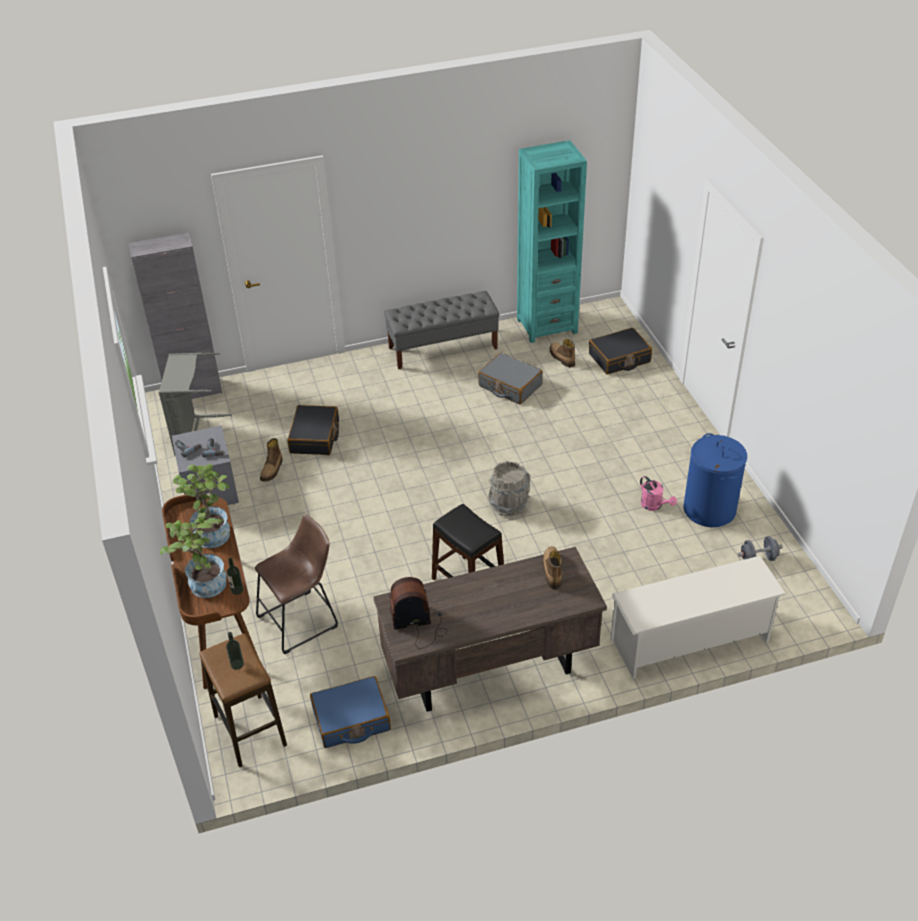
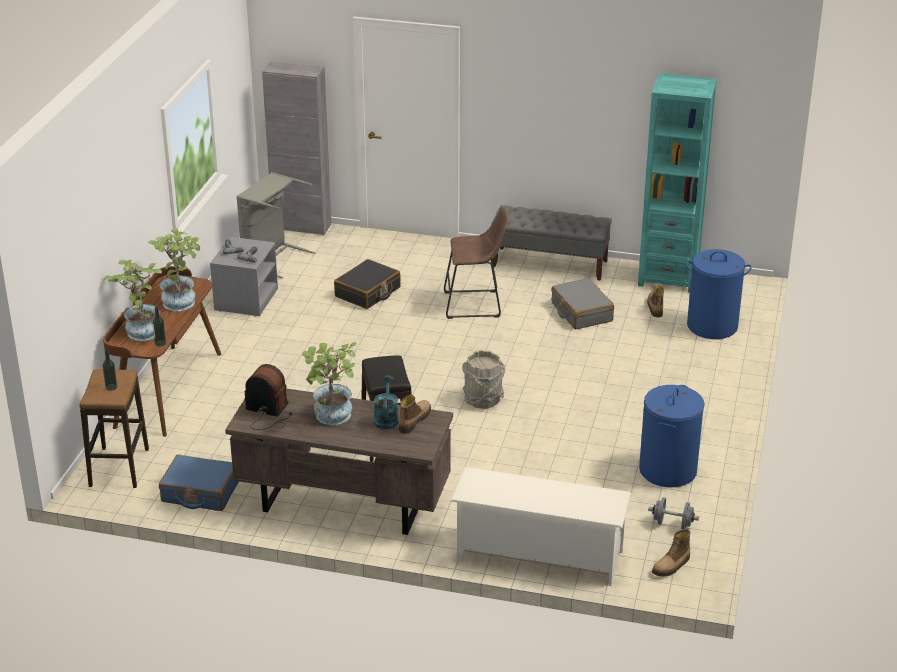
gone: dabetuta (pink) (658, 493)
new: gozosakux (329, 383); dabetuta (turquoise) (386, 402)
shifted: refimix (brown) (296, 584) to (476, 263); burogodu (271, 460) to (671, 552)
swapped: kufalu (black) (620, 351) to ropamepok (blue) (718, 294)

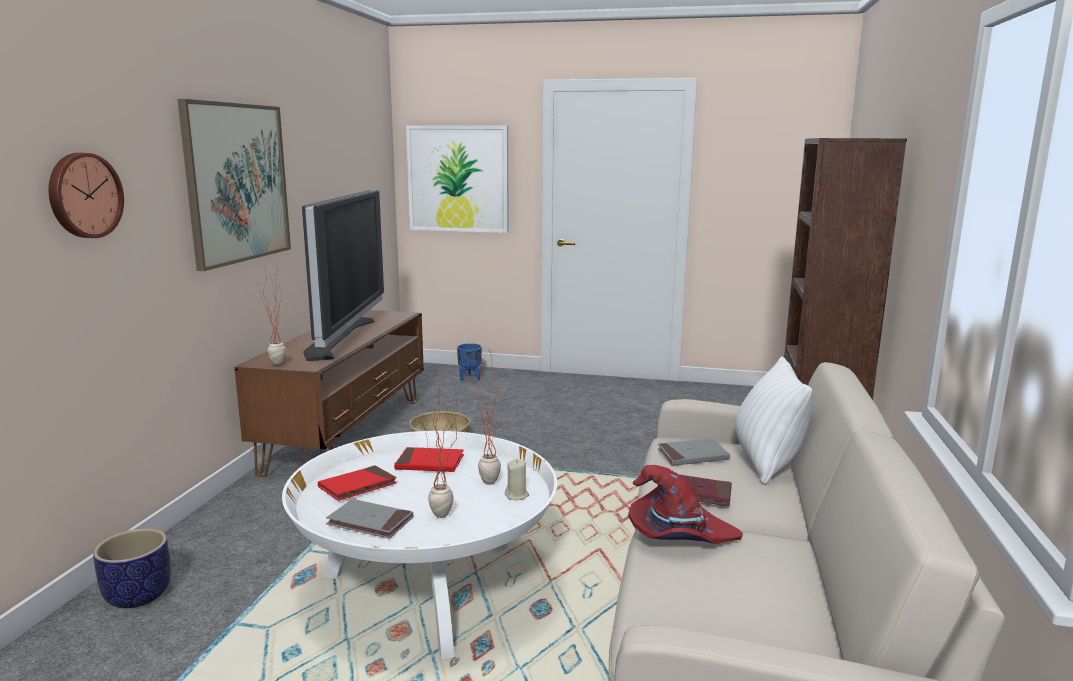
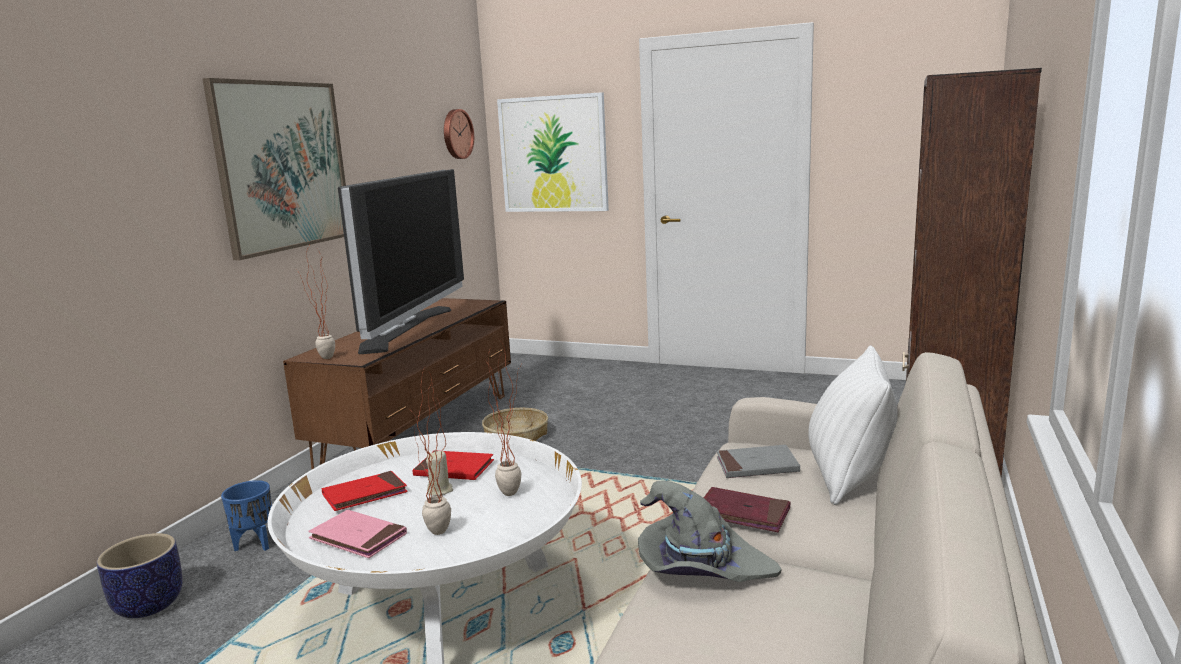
shifted: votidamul (86, 195) to (459, 134); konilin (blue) (469, 362) to (246, 515); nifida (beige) (517, 479) to (439, 473)
repainted: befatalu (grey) (369, 519) to befatalu (pink) (357, 534); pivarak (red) (685, 504) to pivarak (grey) (710, 531)

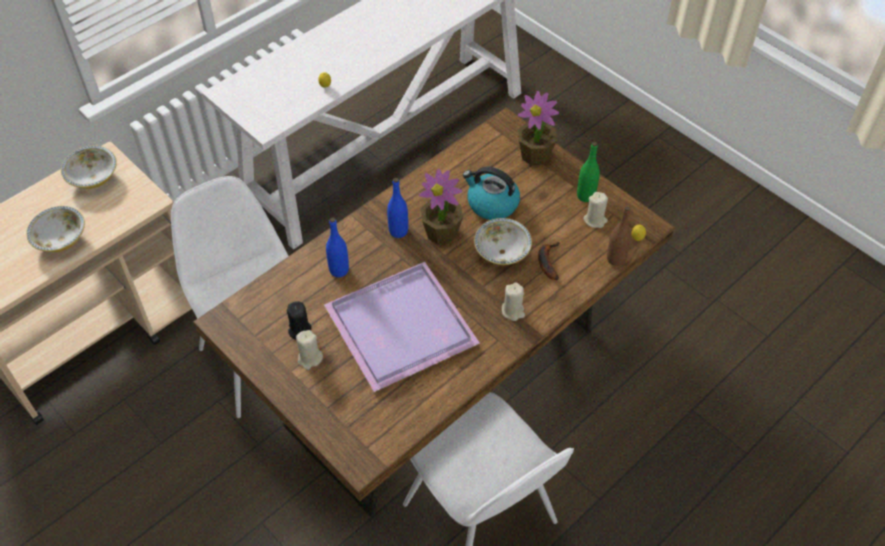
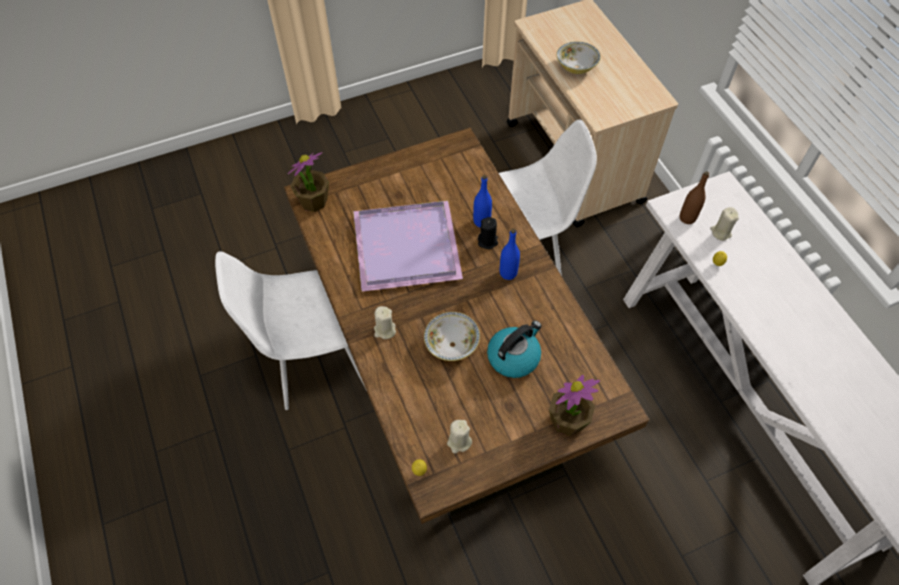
gone: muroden (89, 167); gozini (549, 261); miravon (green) (588, 172)
shifted: nifida (black) (299, 320) to (488, 233); nifida (beige) (309, 350) to (724, 224); gozosakux (441, 207) to (308, 182); miravon (brown) (619, 236) to (694, 197)

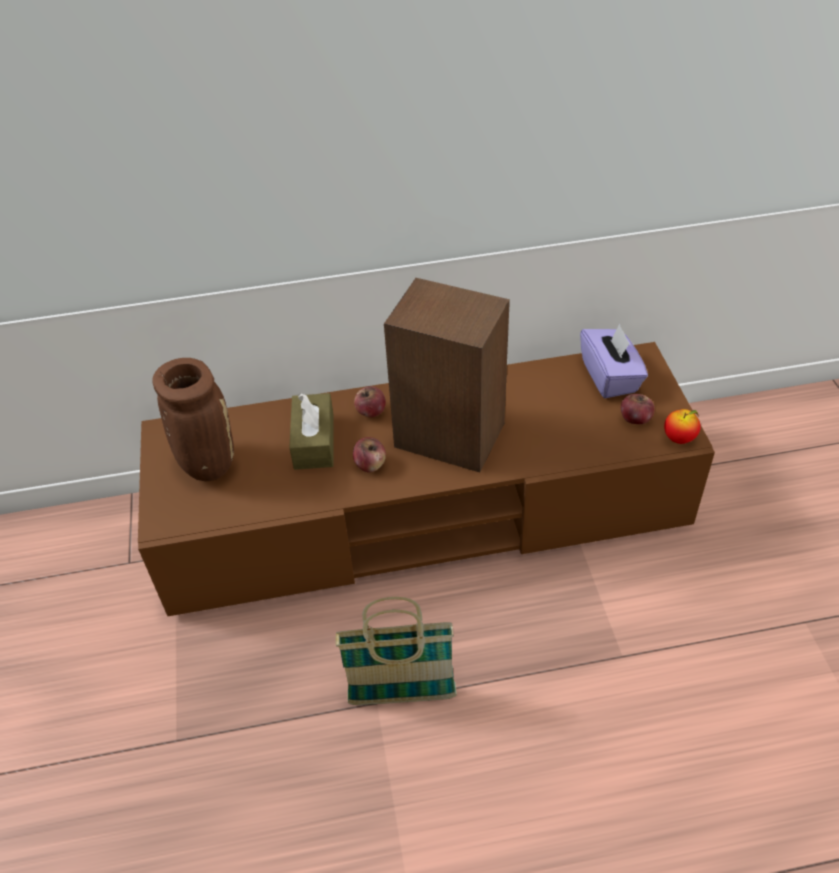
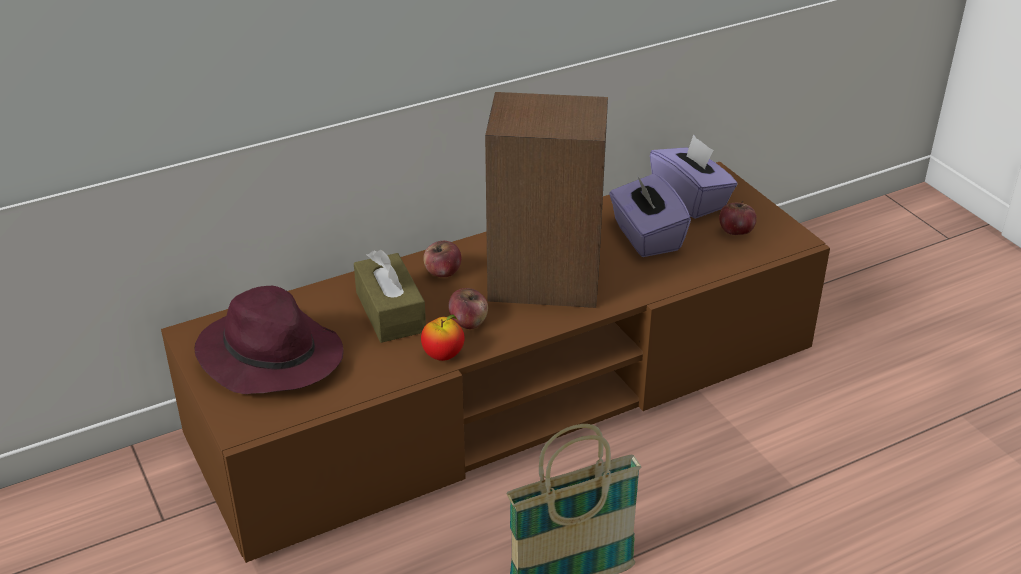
new: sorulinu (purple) (650, 215)
shifted: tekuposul (682, 426) to (443, 337)
swapped: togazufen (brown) (193, 419) to pivarak (purple) (269, 340)

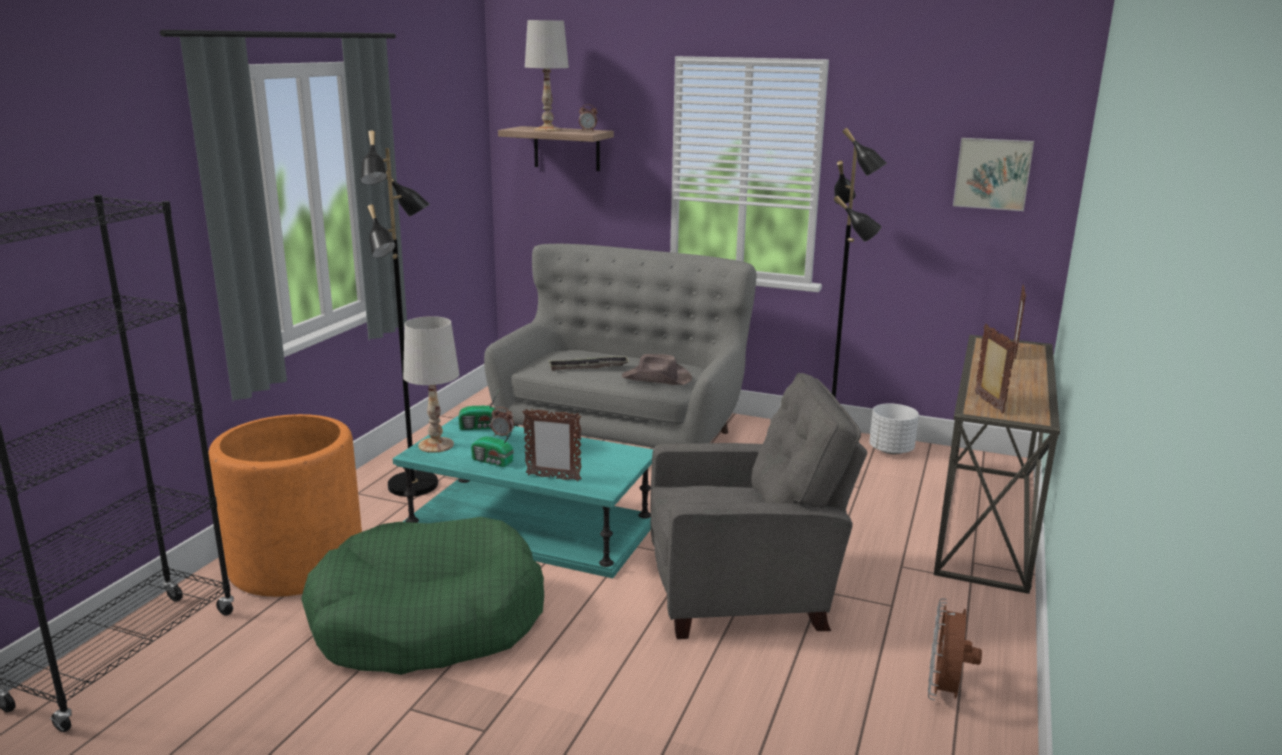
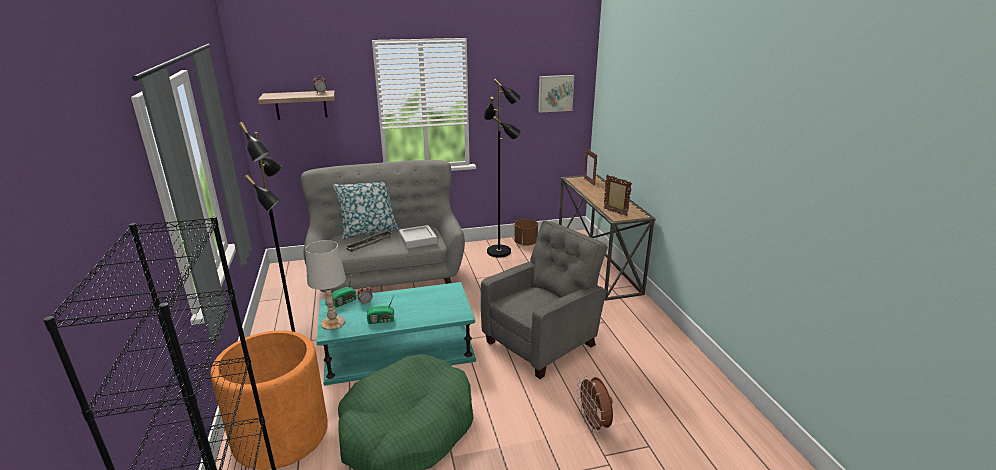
gone: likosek (552, 445); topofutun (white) (547, 76)
new: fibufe (366, 210)
shifted: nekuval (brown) (955, 649) to (595, 404)
swapped: pivarak (brown) (657, 369) to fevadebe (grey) (418, 237)
repainted: konilin (white) (894, 429) to konilin (brown) (526, 232)

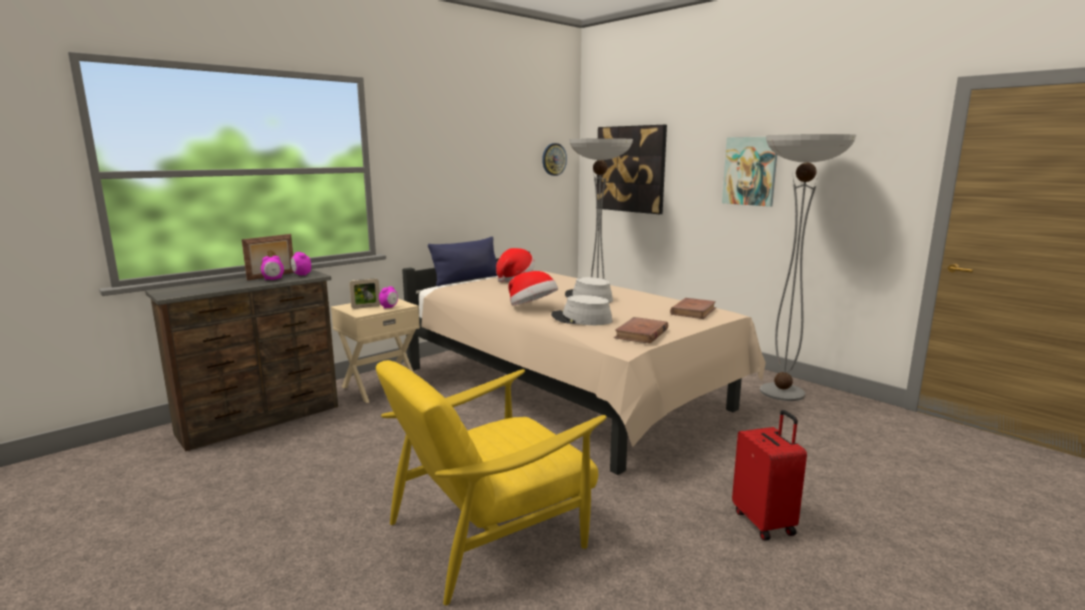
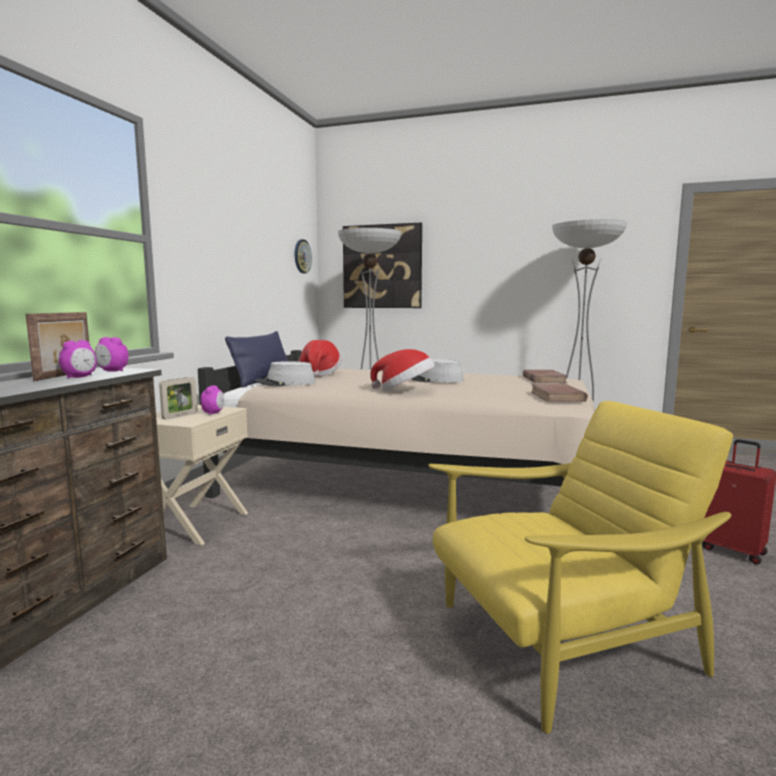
gone: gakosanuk (749, 172)
shifted: pivarak (grey) (581, 310) to (285, 373)
rotated: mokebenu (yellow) (491, 482) = (580, 567) 135 degrees counterclockwise

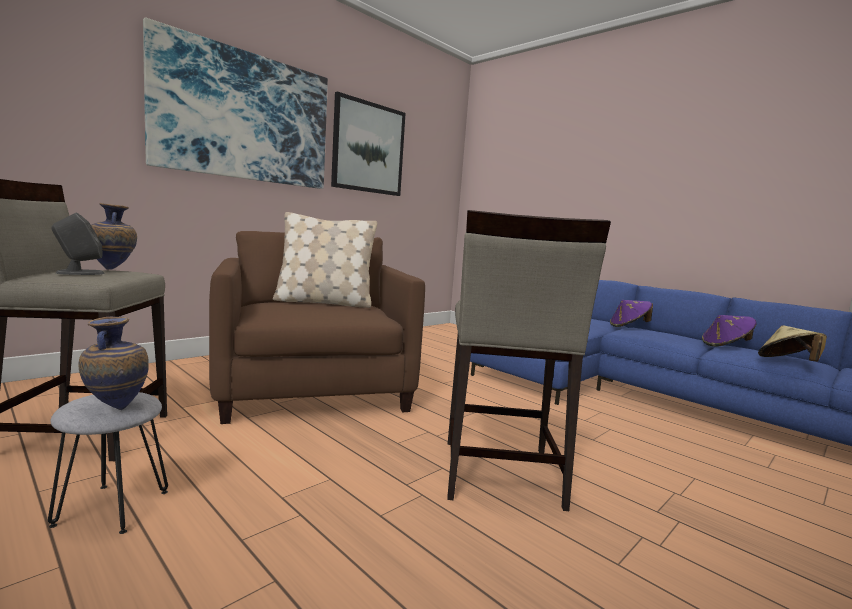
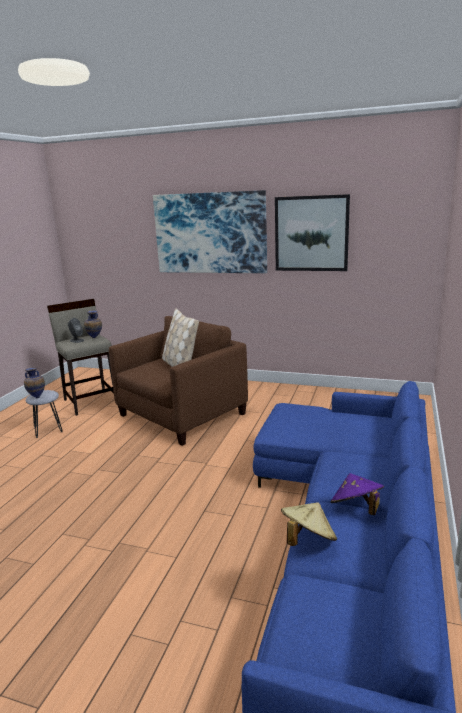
gone: refimix (beige) (529, 360); pivarak (purple) (631, 313)

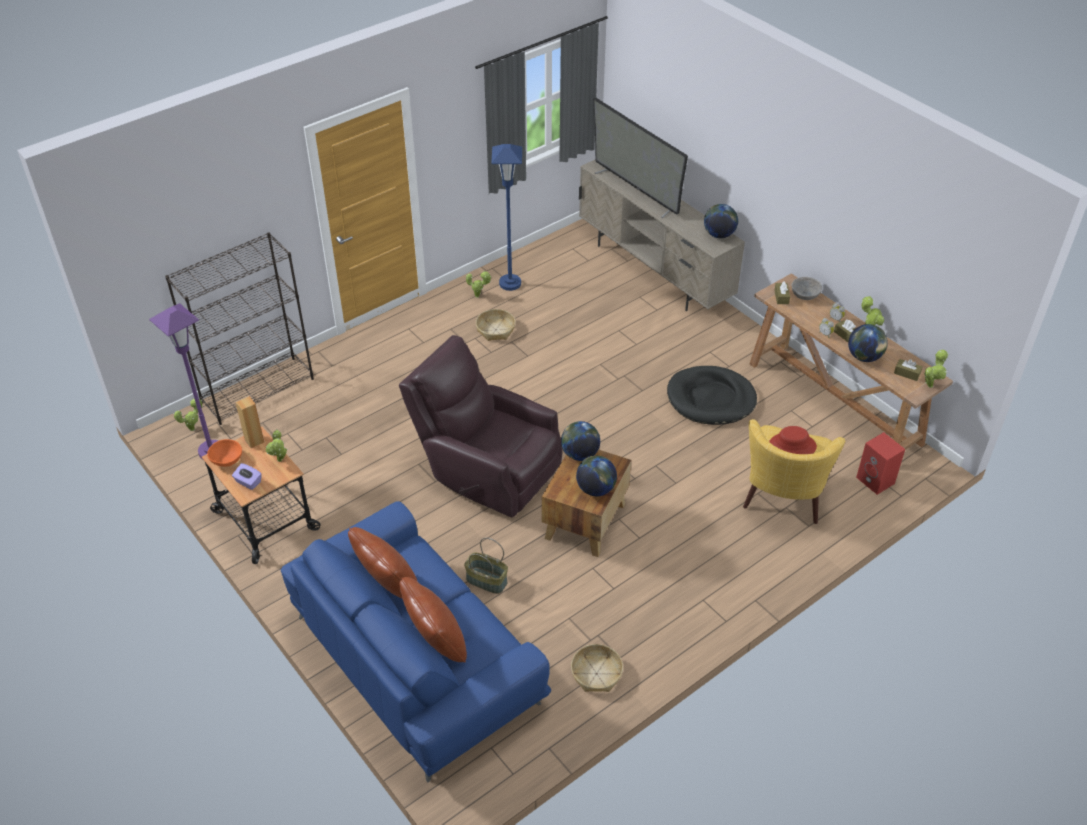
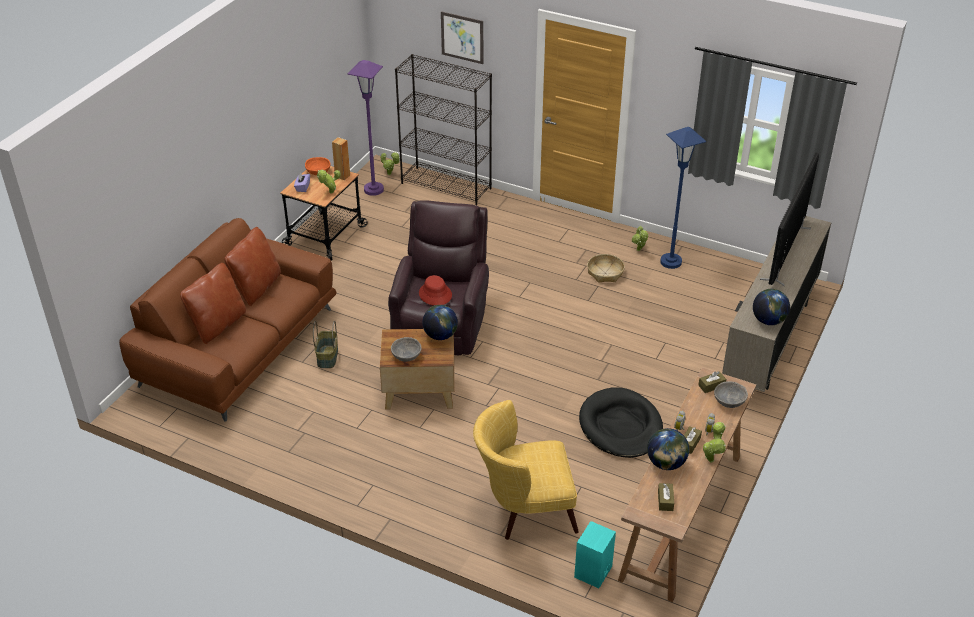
gone: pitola (597, 668); gozosakux (936, 369)
new: gakosanuk (462, 37)
shifted: pivarak (red) (793, 440) to (435, 290)
swapped: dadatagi (596, 475) to muroden (grey) (406, 349)
repainted: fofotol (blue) (416, 641) to fofotol (brown) (227, 320); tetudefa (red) (880, 463) to tetudefa (turquoise) (595, 554)

